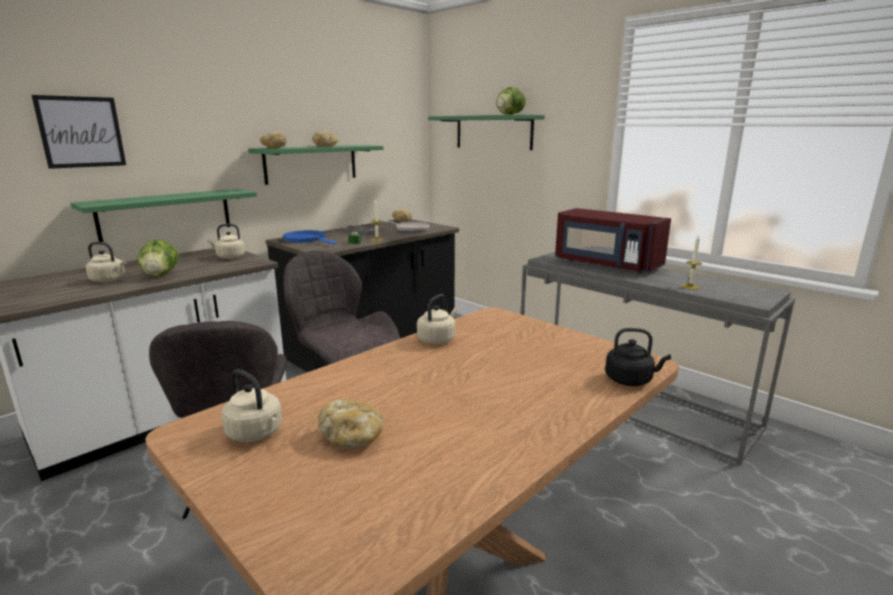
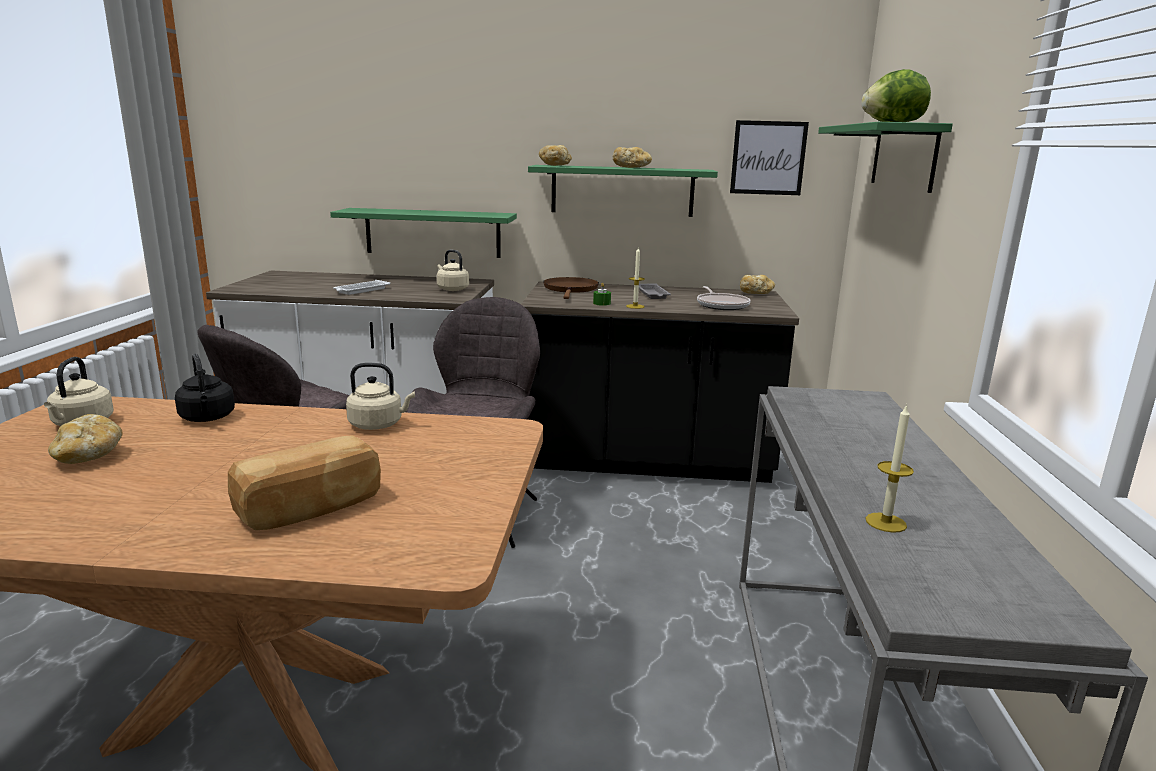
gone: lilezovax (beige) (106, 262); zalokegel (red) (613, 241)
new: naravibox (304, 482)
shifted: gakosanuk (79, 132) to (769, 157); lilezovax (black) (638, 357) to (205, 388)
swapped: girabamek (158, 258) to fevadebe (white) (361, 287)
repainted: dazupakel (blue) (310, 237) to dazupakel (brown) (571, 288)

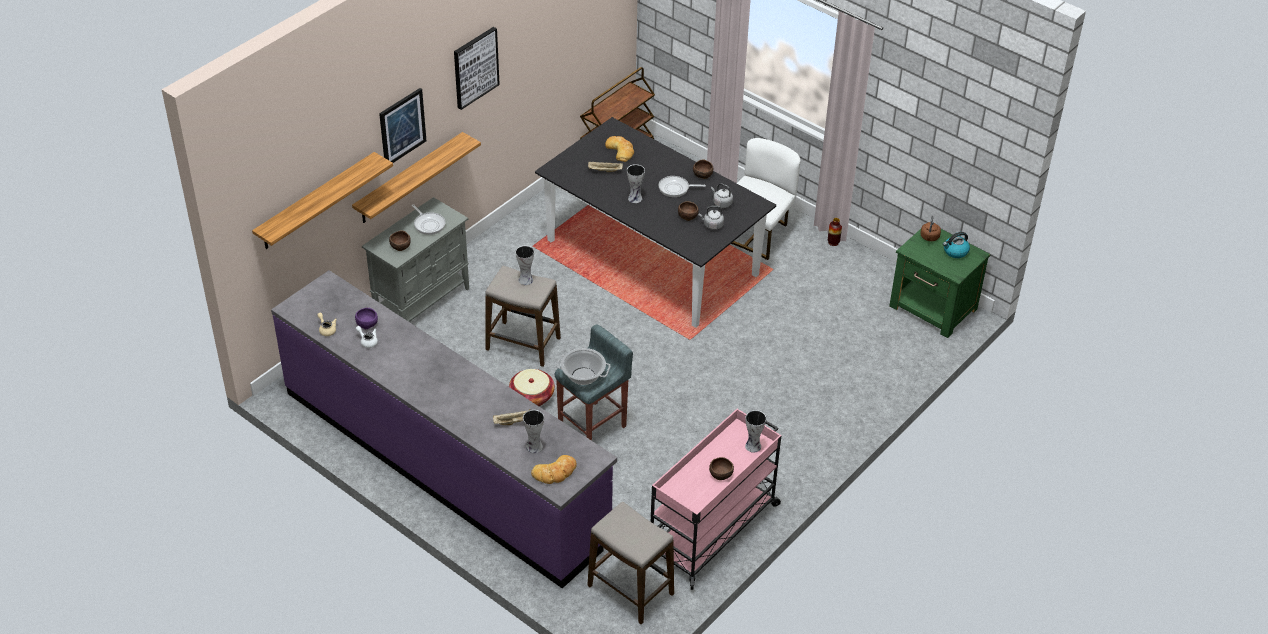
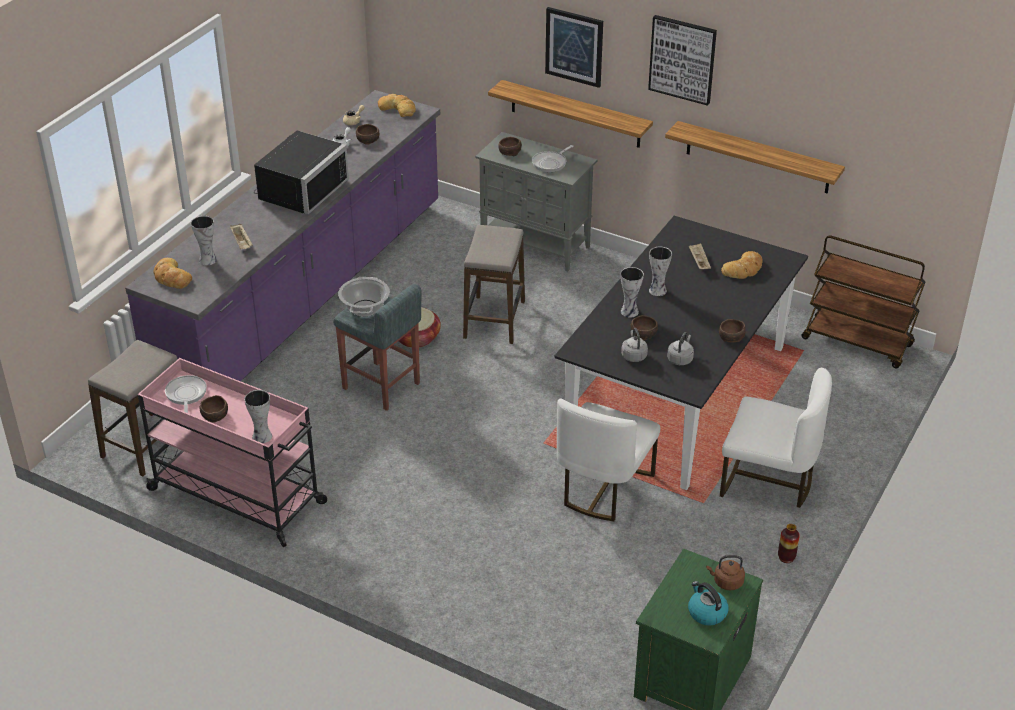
new: zalokegel (black) (301, 173); naravibox (397, 105); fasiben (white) (608, 459)
shifted: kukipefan (322, 200) to (755, 157); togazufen (524, 265) to (632, 292); dazupakel (682, 186) to (186, 394)
repainted: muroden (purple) (366, 318) to muroden (brown) (367, 134)

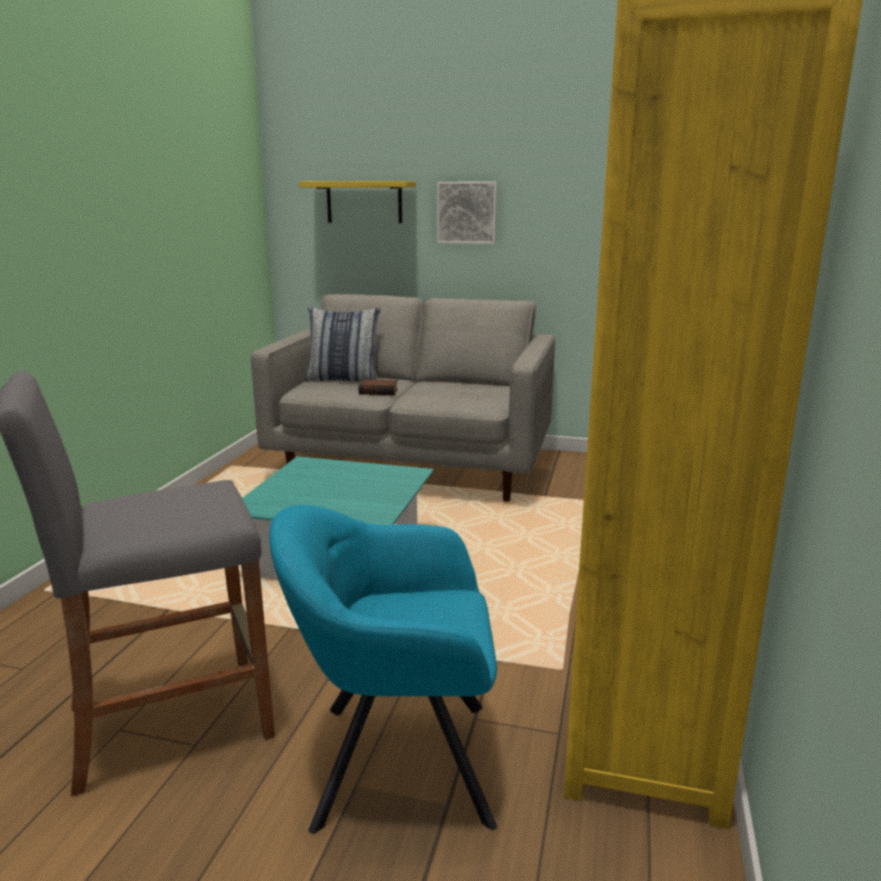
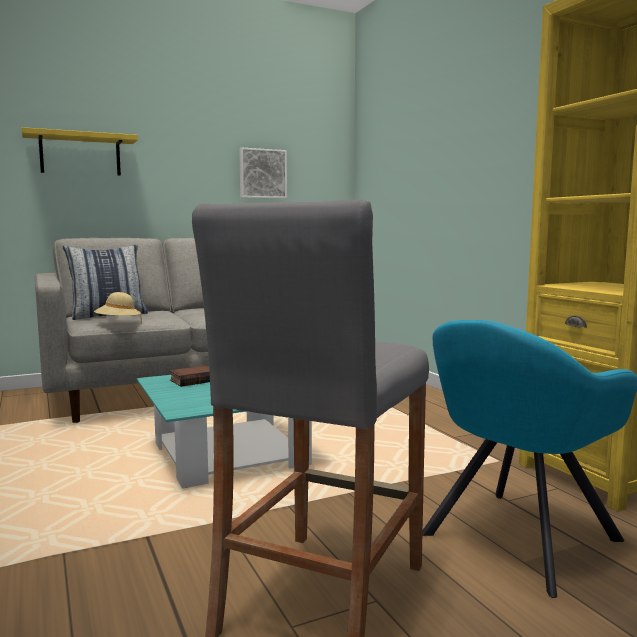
new: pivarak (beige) (118, 307)
shifted: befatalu (378, 387) to (190, 376); gakosanuk (467, 212) to (263, 173)

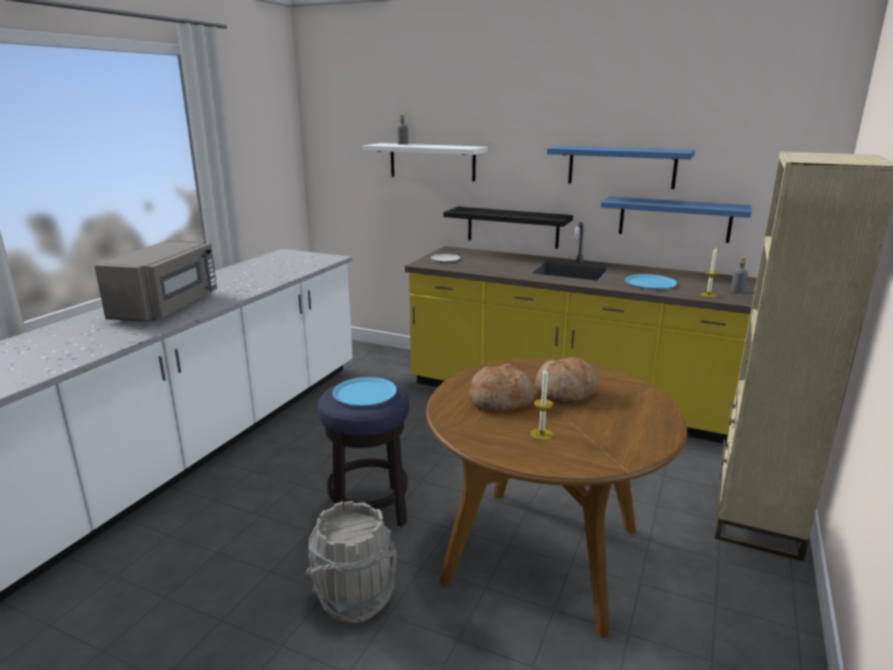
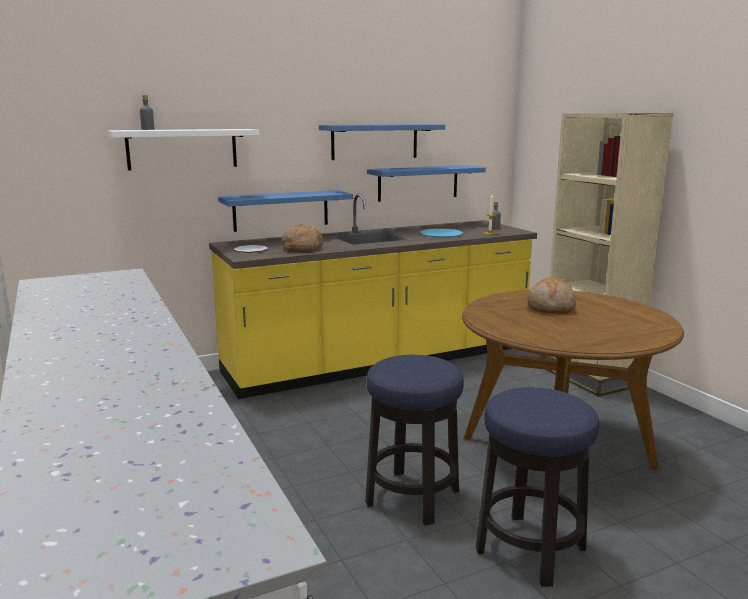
gone: zalokegel (grey) (155, 280); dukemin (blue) (364, 391); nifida (542, 404)
shifted: naravibox (501, 388) to (302, 238)
swapped: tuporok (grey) (351, 562) to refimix (537, 487)
repainted: kukipefan (black) (508, 228) to kukipefan (blue) (285, 211)

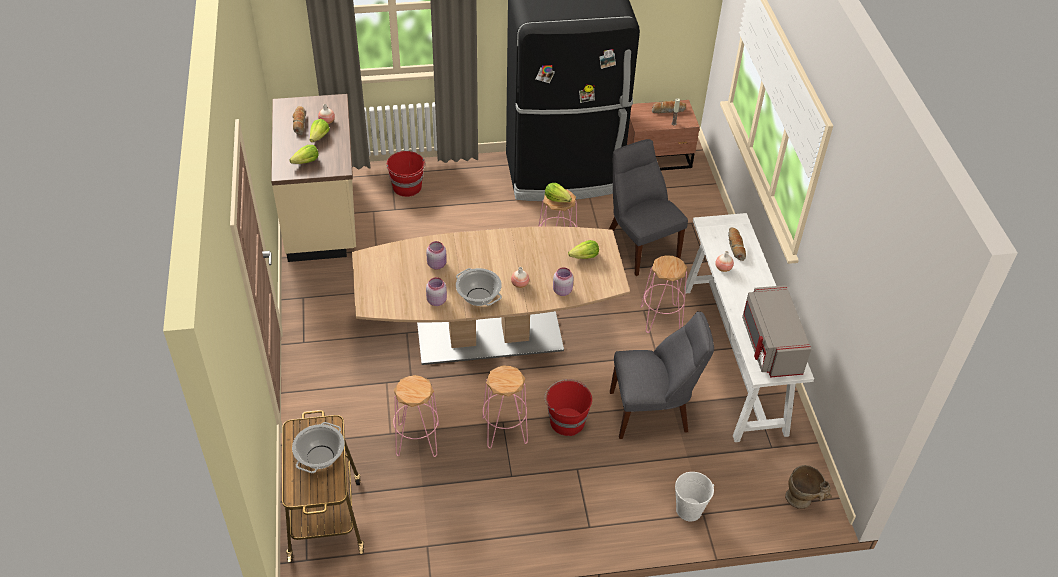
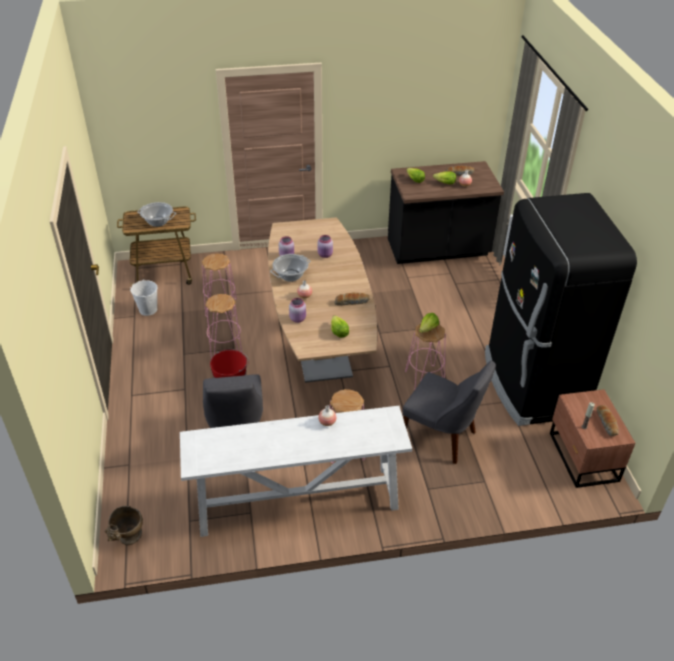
gone: tuporok (red) (406, 174); zalokegel (grey) (776, 331)
shifted: tuporok (white) (694, 496) to (143, 297); naravibox (737, 244) to (352, 299)
repainted: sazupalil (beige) (313, 178) to sazupalil (black) (446, 212)
rotated: fasiben (grey) (648, 207) = (449, 412) 60 degrees clockwise

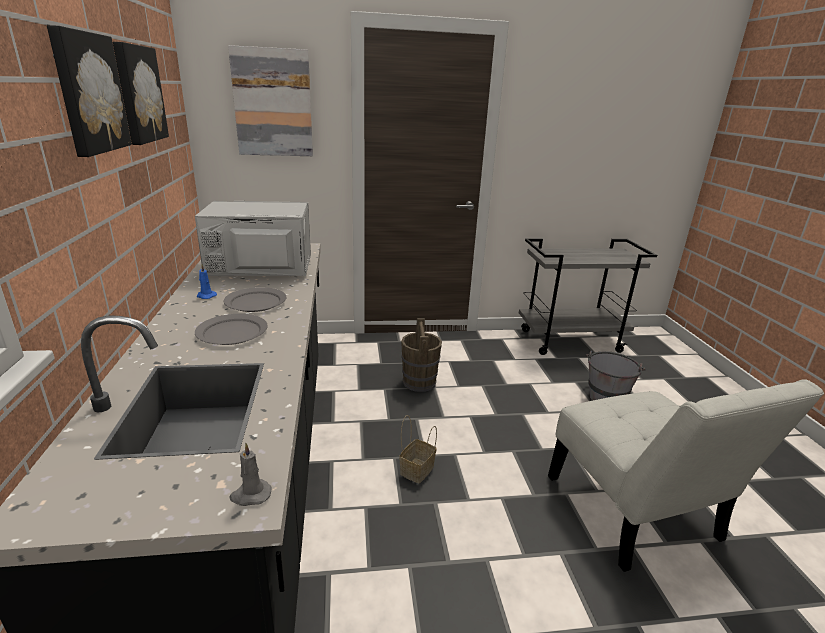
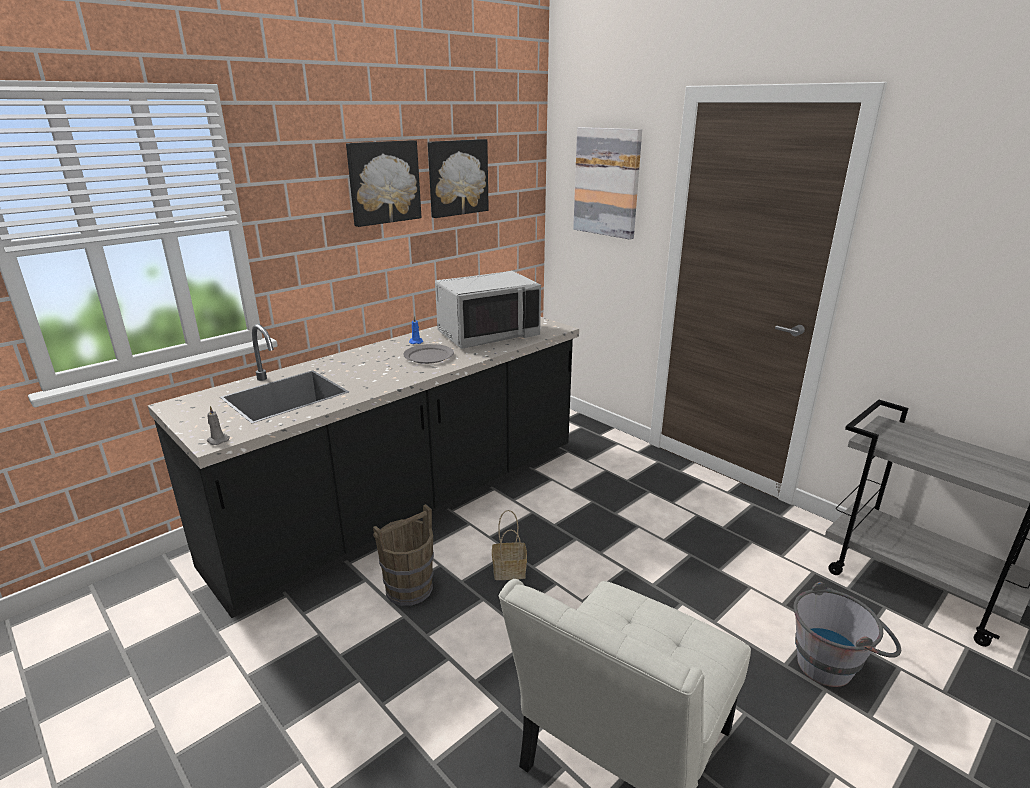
gone: dukemin (grey) (231, 329)
shifted: tuporok (brown) (421, 355) to (403, 555)
rotated: zalokegel (grey) (253, 238) = (488, 310) 105 degrees clockwise

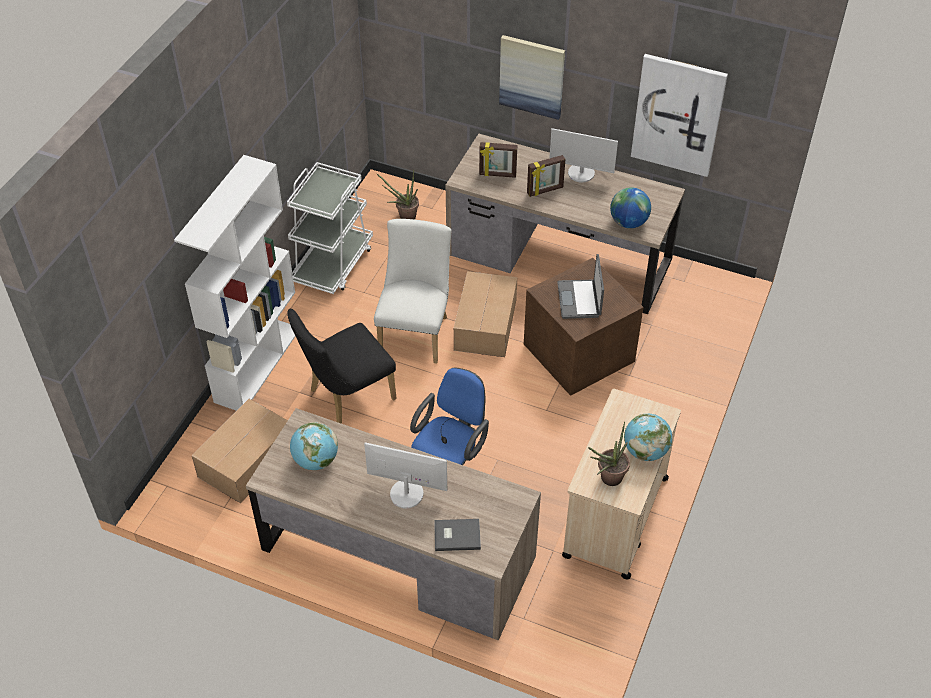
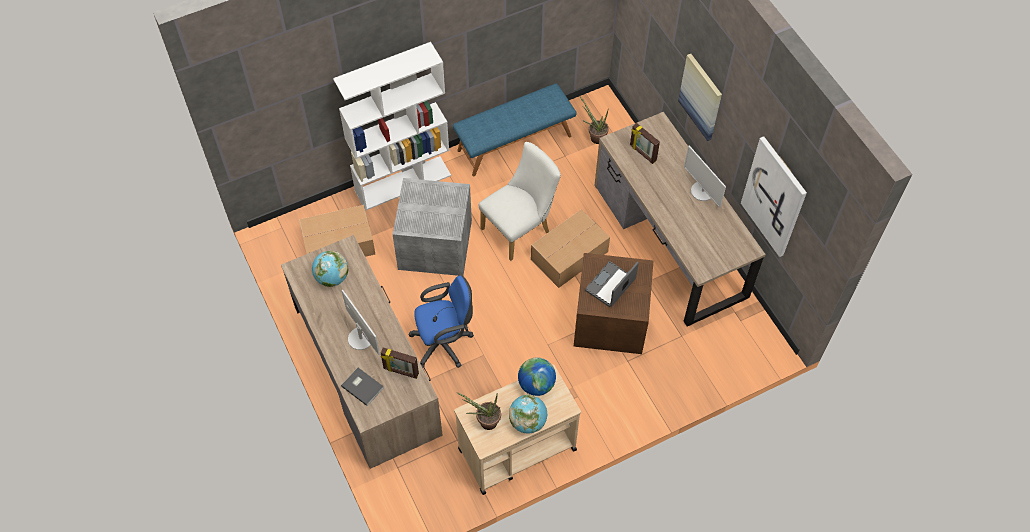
shifted: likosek (546, 176) to (400, 363); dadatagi (630, 207) to (537, 376)
swapped: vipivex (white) (330, 228) to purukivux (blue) (515, 129); fasiben (black) (342, 366) to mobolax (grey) (432, 227)

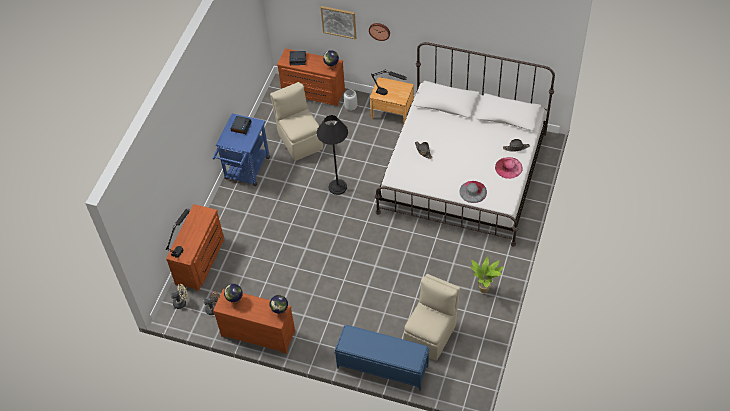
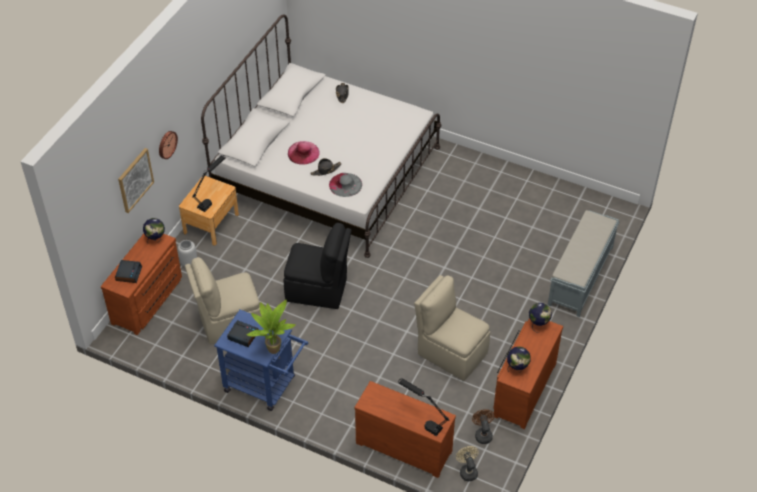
shifted: fasiben (beige) (432, 317) to (452, 328); pivarak (grey) (473, 192) to (345, 185); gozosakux (487, 275) to (271, 327); pivarak (pink) (508, 168) to (304, 153)
swapped: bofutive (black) (332, 155) to fasiben (black) (317, 266)
repainted: purukivux (blue) (382, 358) to purukivux (grey) (583, 263)

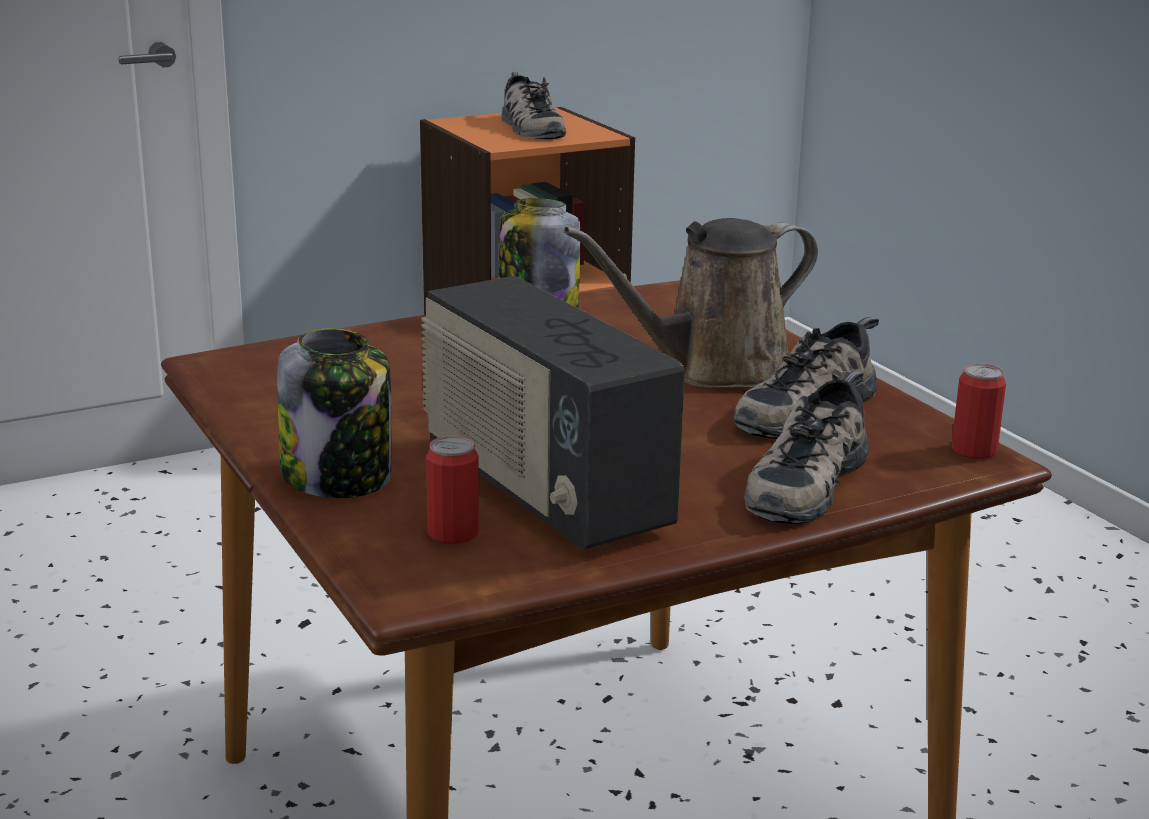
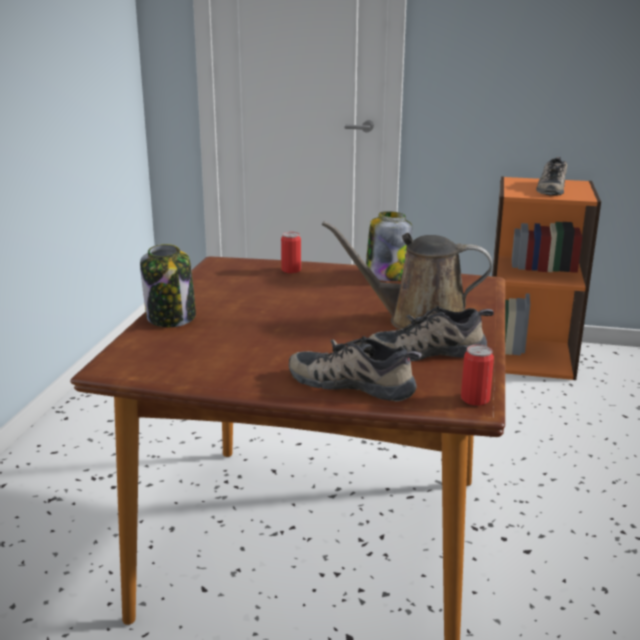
gone: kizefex (553, 412)
shifted: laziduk (452, 490) to (291, 252)
rotated: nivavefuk (806, 447) = (355, 368) 45 degrees clockwise

